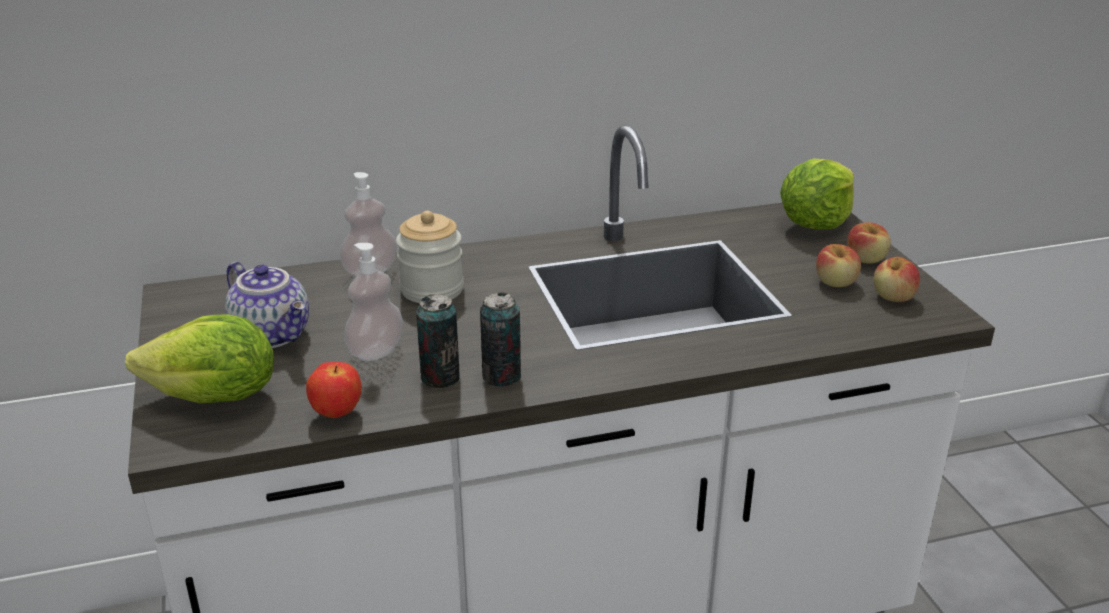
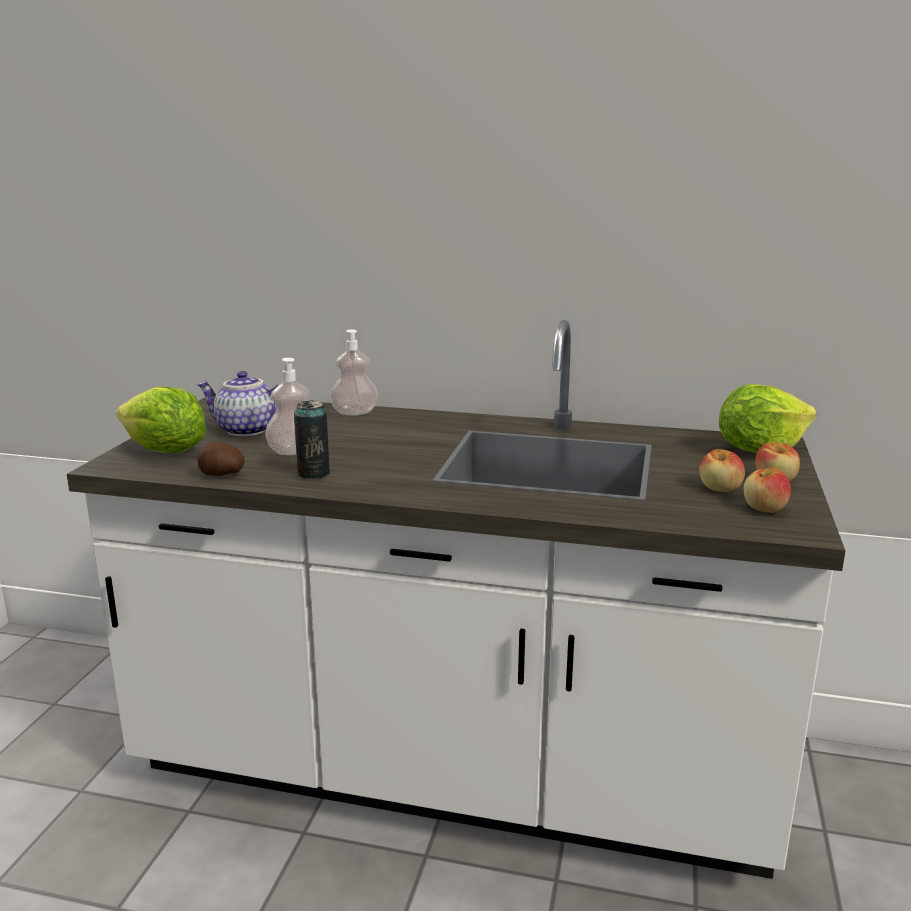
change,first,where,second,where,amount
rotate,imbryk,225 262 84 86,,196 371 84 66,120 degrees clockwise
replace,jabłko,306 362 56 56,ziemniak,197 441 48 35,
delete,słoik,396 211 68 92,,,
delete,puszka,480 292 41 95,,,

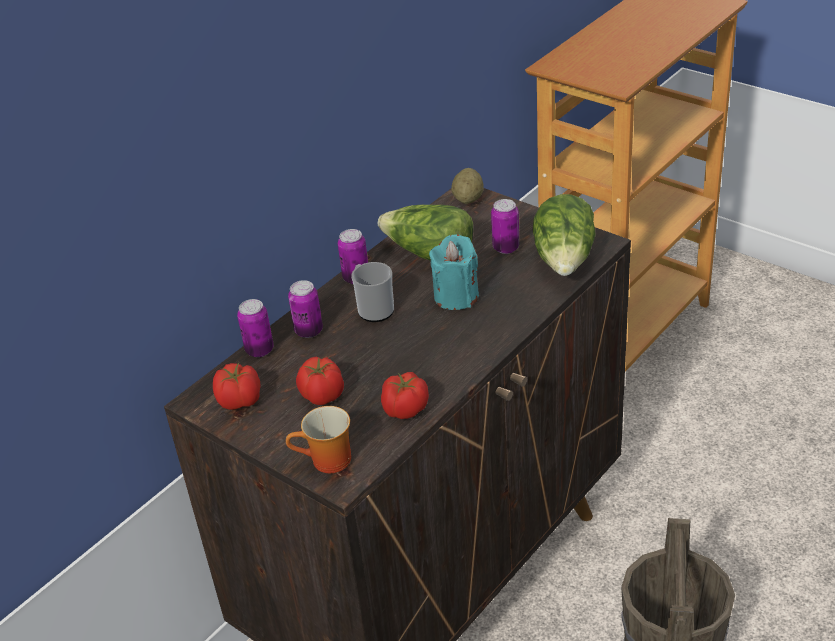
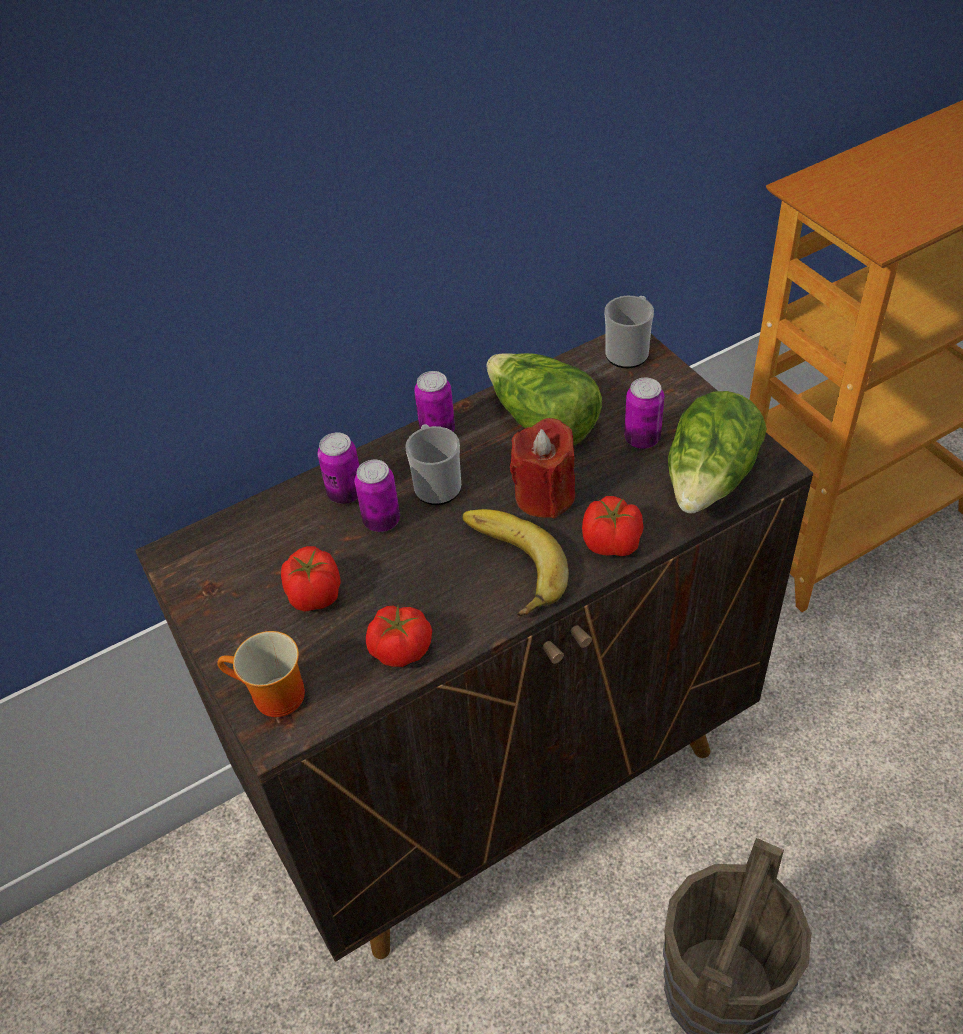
change,first,where,second,where,amount
move,pomidor,213 362 48 48,,582 496 62 60,
move,puszka,237 299 37 58,,354 460 46 72,
recolor,świeca/turkusowy,429 234 50 76,świeca/czerwony,510 418 65 101,
replace,ziemniak,451 168 33 36,kubek,604 296 50 72,
insert,,,banan,462 509 107 108,

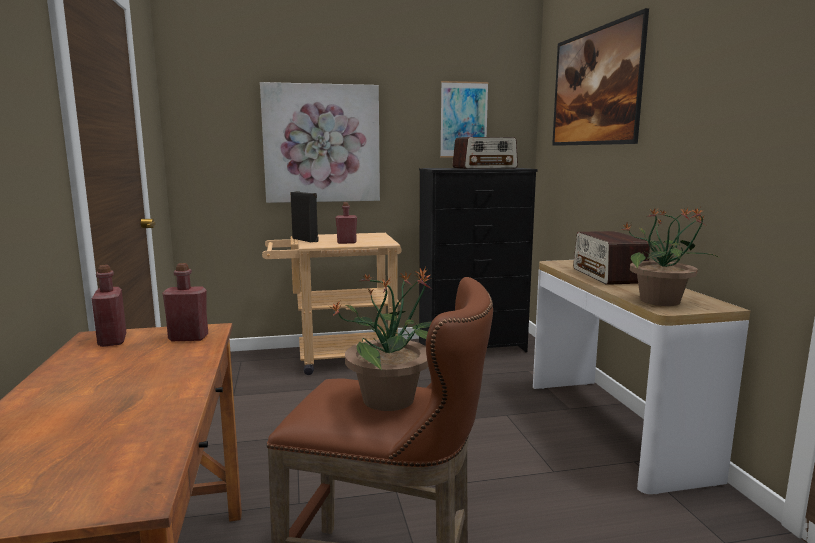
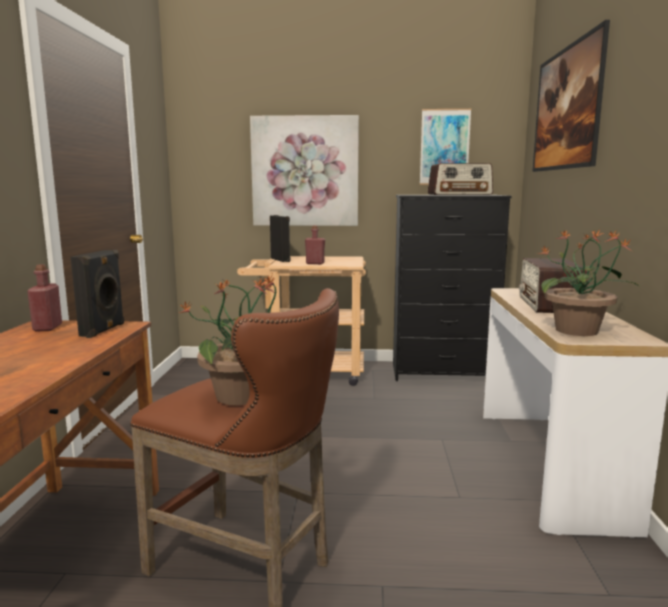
change,first,where,second,where,amount
replace,butelka/czerwony,162 263 46 78,głośnik/czarny,71 250 53 88,

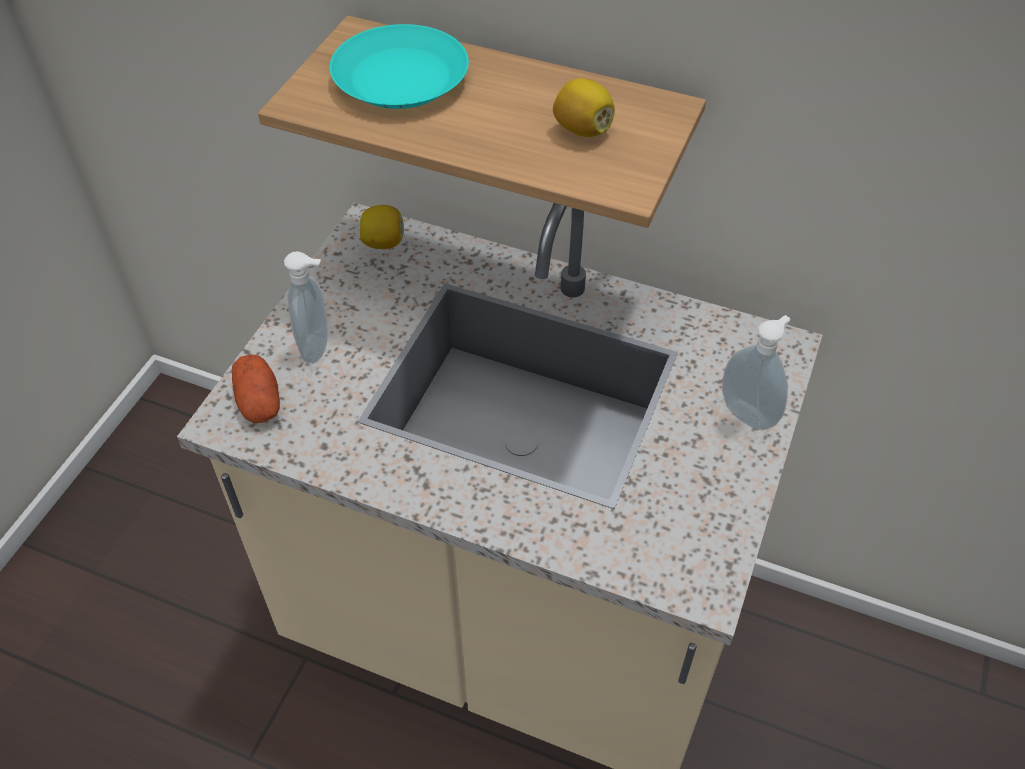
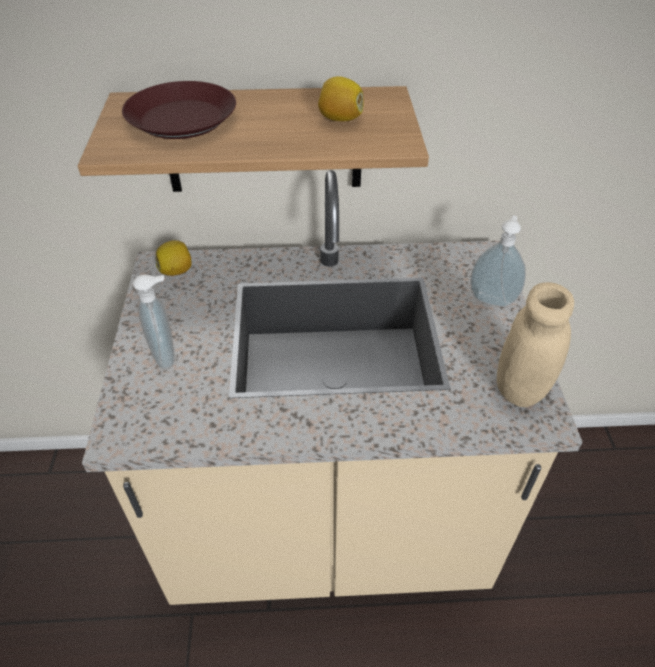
change,first,where,second,where,amount
delete,ziemniak,232 354 48 69,,,
recolor,talerz/turkusowy,330 24 139 85,talerz/brązowy,122 81 114 58,
insert,,,słoik/beżowy,497 282 77 125,

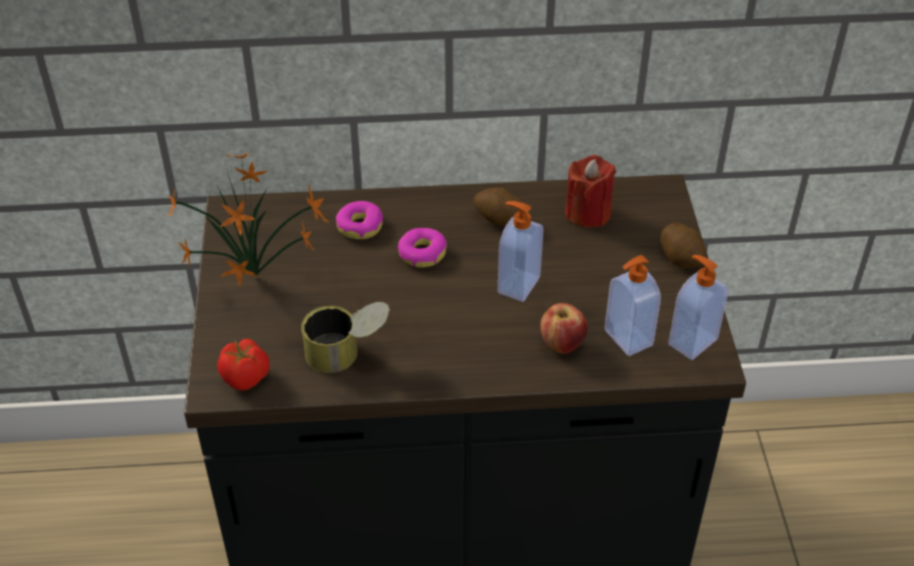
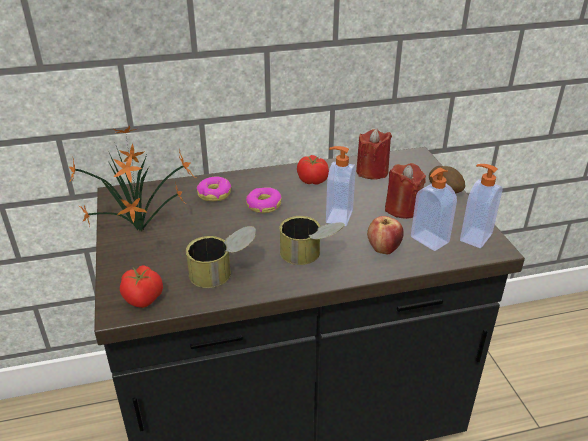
change,first,where,second,where,amount
replace,ziemniak,473 188 50 39,pomidor,297 155 32 30,
insert,,,puszka,279 216 66 49,
insert,,,świeca/czerwony,385 163 41 56,

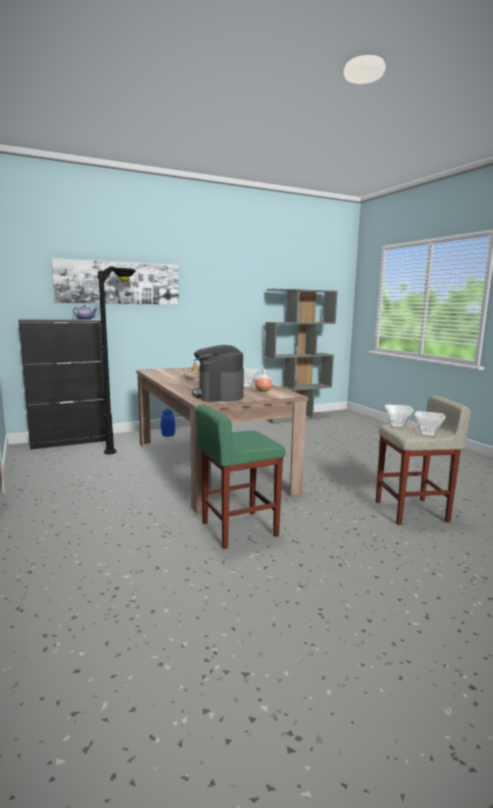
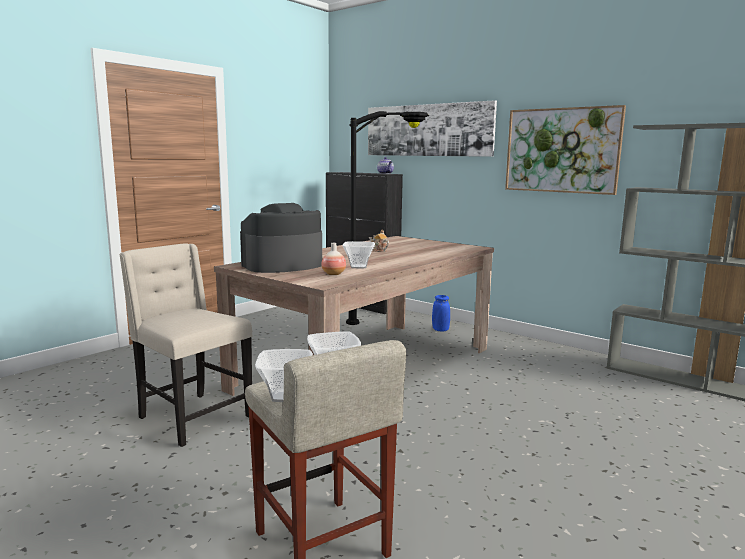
change,first,where,second,where,amount
replace,stołek/zielony,196 404 89 145,krzesło/beżowy,119 243 134 204,
insert,,,obraz,505 105 121 90,

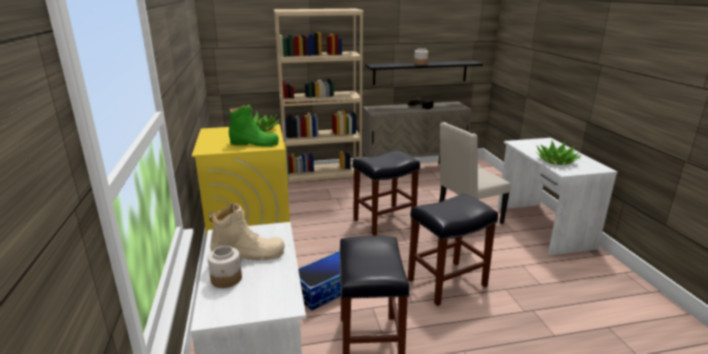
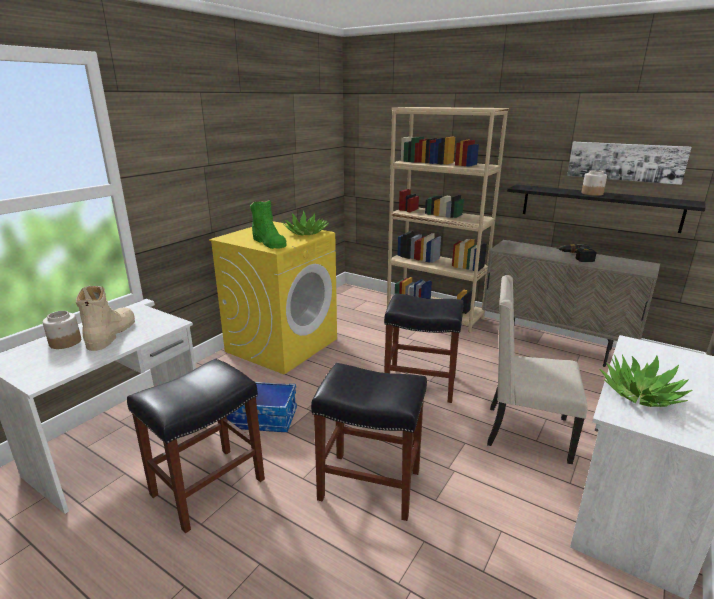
change,first,where,second,where,amount
rotate,but z cholewką/beżowy,209 204 76 58,,76 286 59 65,120 degrees counterclockwise
insert,,,obraz,567 142 124 43,

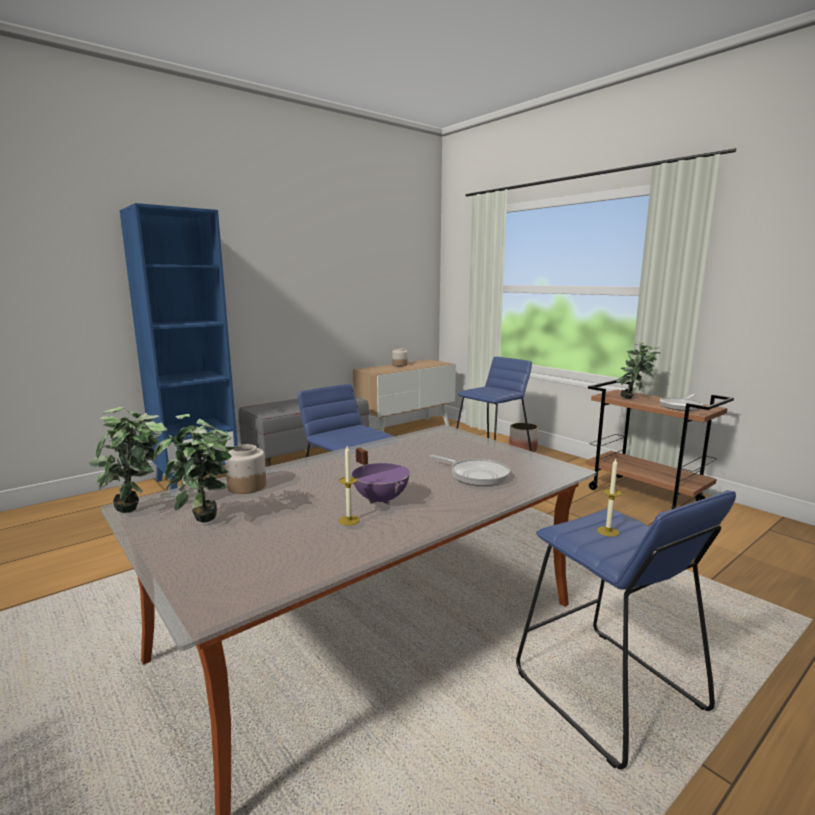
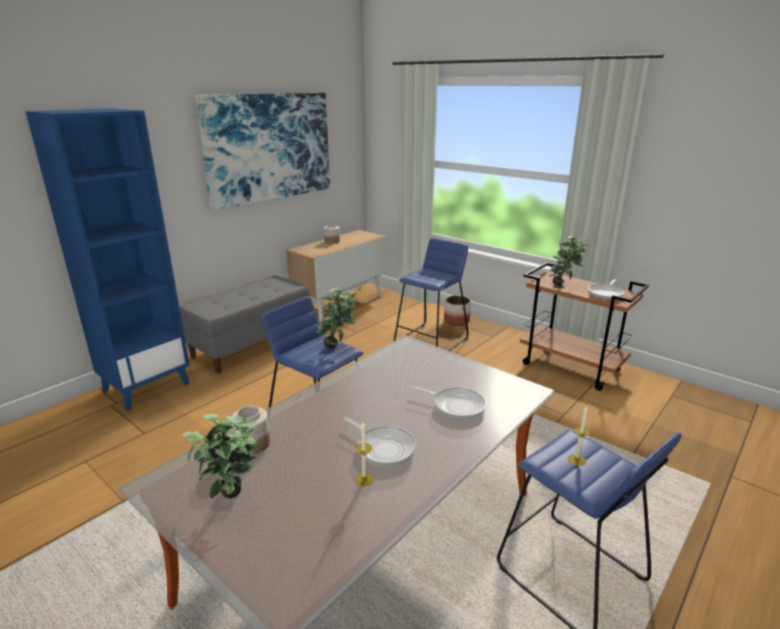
change,first,where,second,where,amount
move,roślina doniczkowa,88 407 74 106,,316 288 42 60,
replace,garnek/fioletowy,352 448 58 57,patelnia,344 417 72 51,
insert,,,obraz,194 93 136 117,

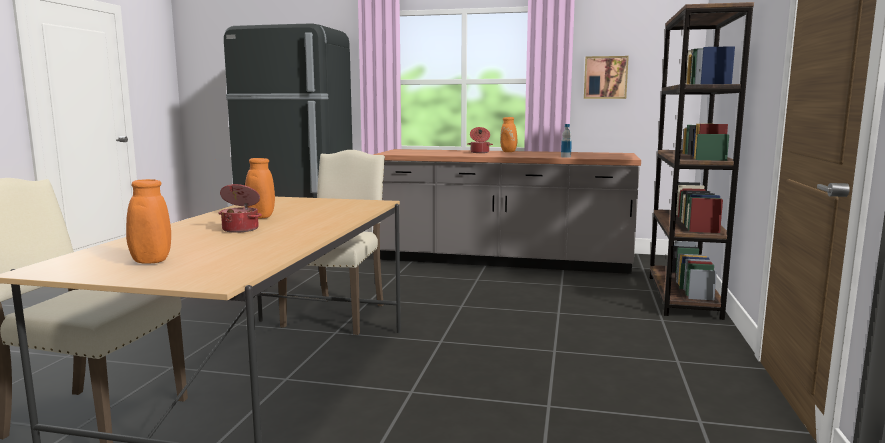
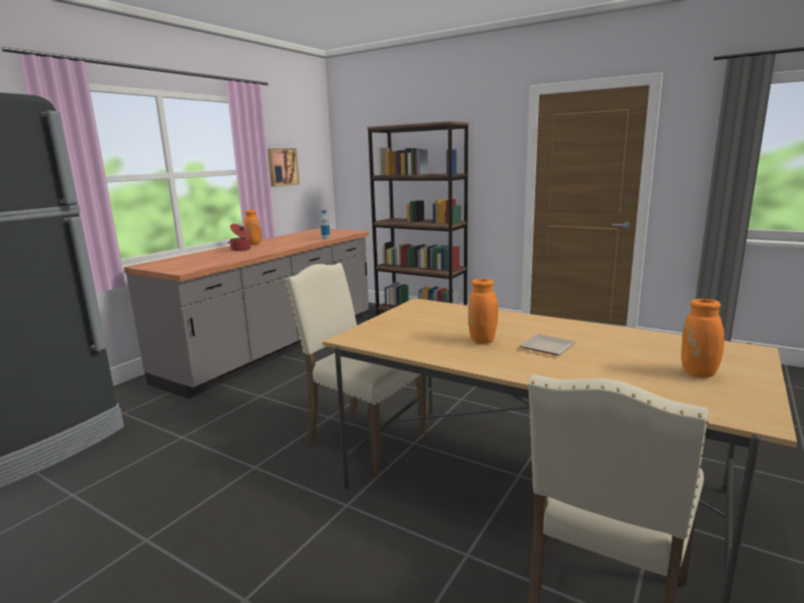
change,first,where,second,where,amount
replace,garnek,218 184 44 49,talerz,519 334 57 21,

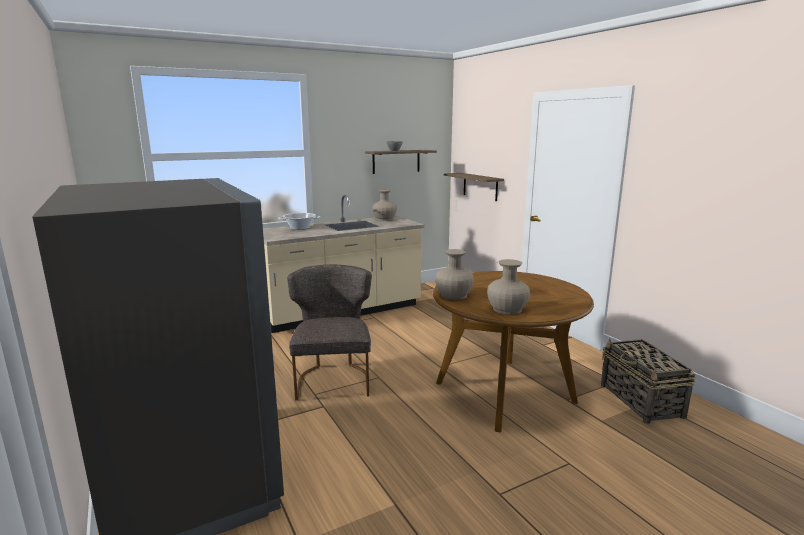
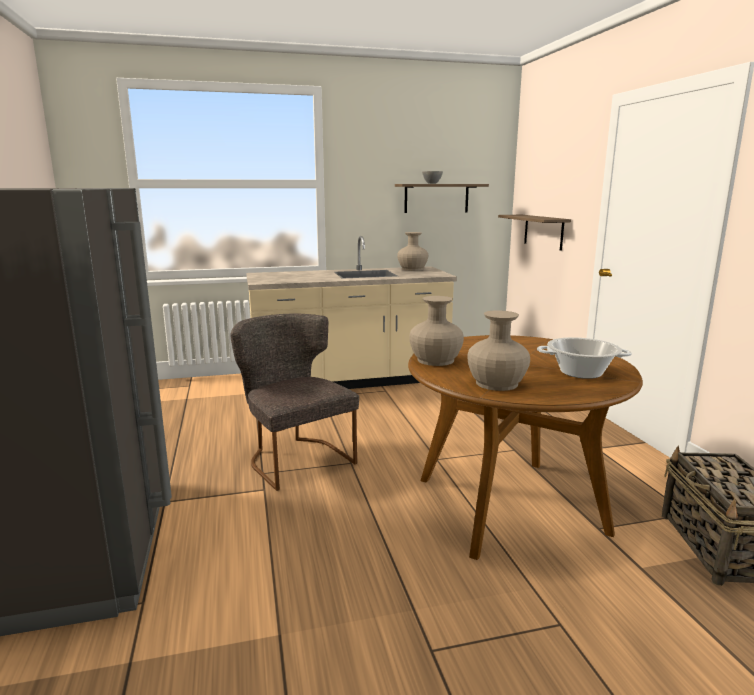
change,first,where,second,where,amount
move,garnek,278 213 43 17,,537 337 95 42,
rotate,krzesło/szary,287 264 85 136,,231 314 128 177,45 degrees counterclockwise

